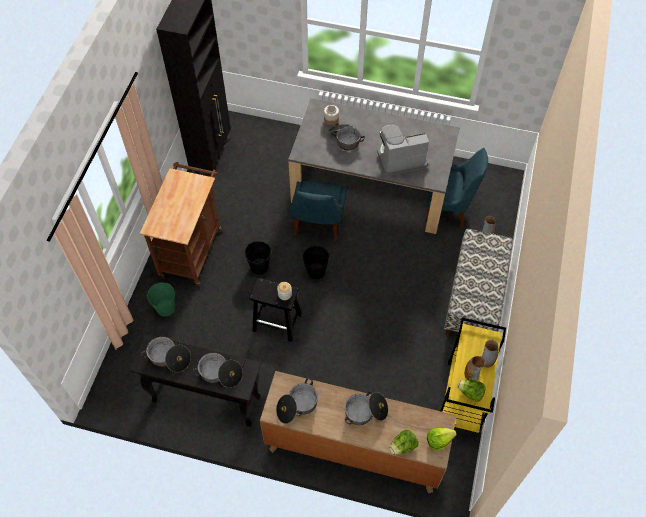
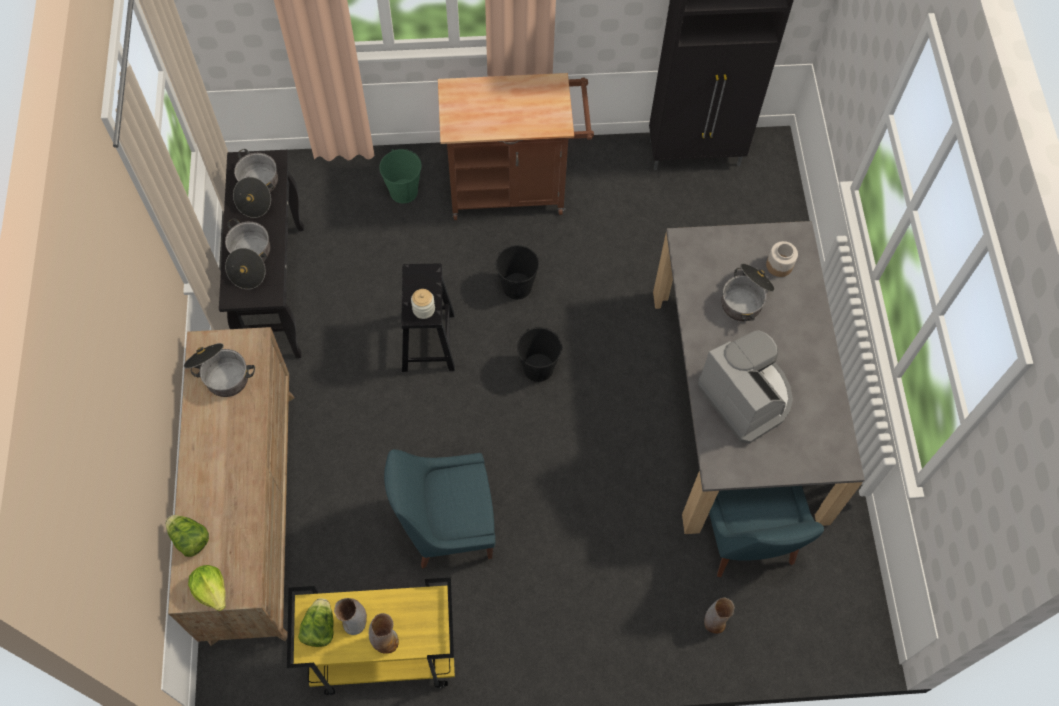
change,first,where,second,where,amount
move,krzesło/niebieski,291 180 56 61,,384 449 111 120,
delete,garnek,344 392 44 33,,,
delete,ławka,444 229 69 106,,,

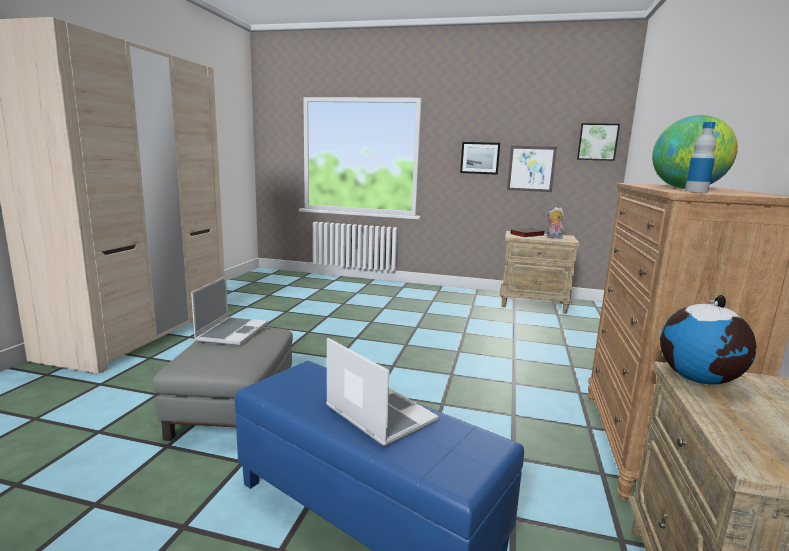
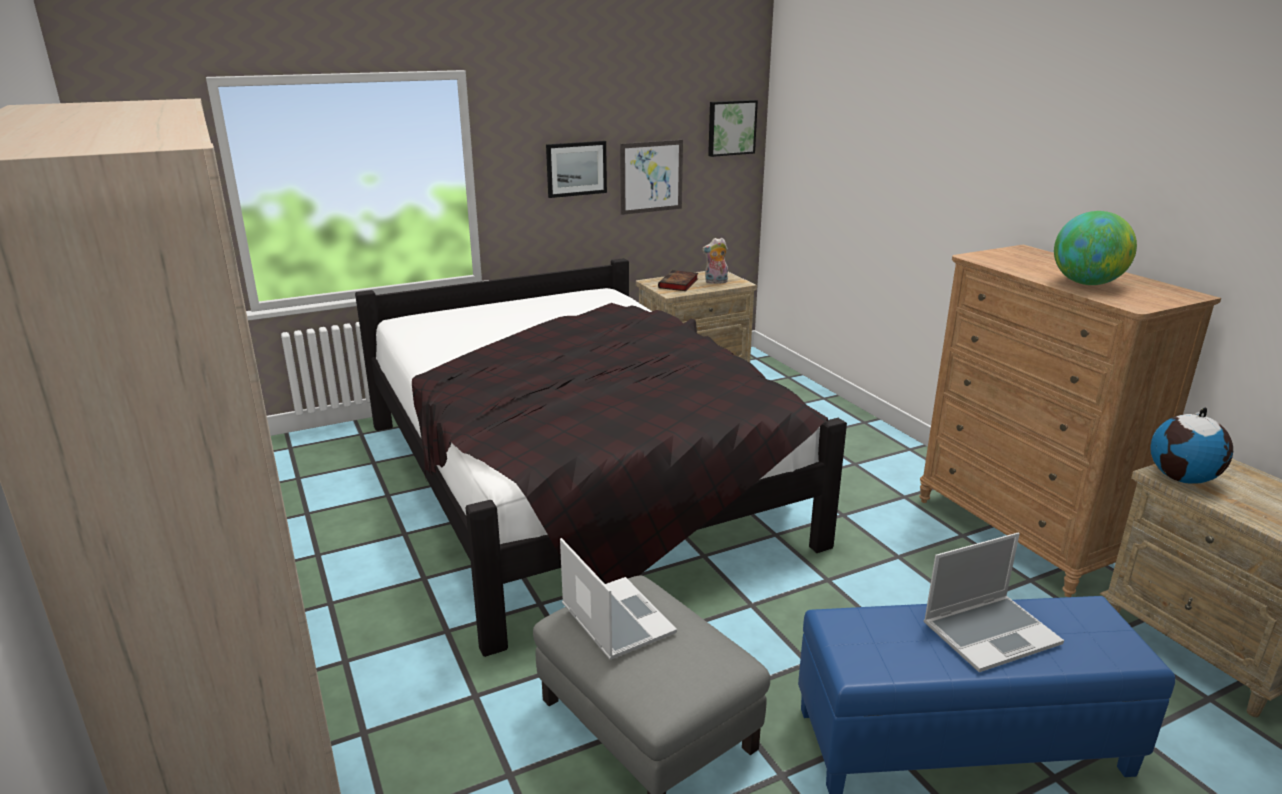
change,first,where,second,where,amount
rotate,laptop,326 338 113 108,,924 533 140 139,150 degrees clockwise
delete,butelka,685 122 31 71,,,
insert,,,łóżko/czarny,355 258 492 399,

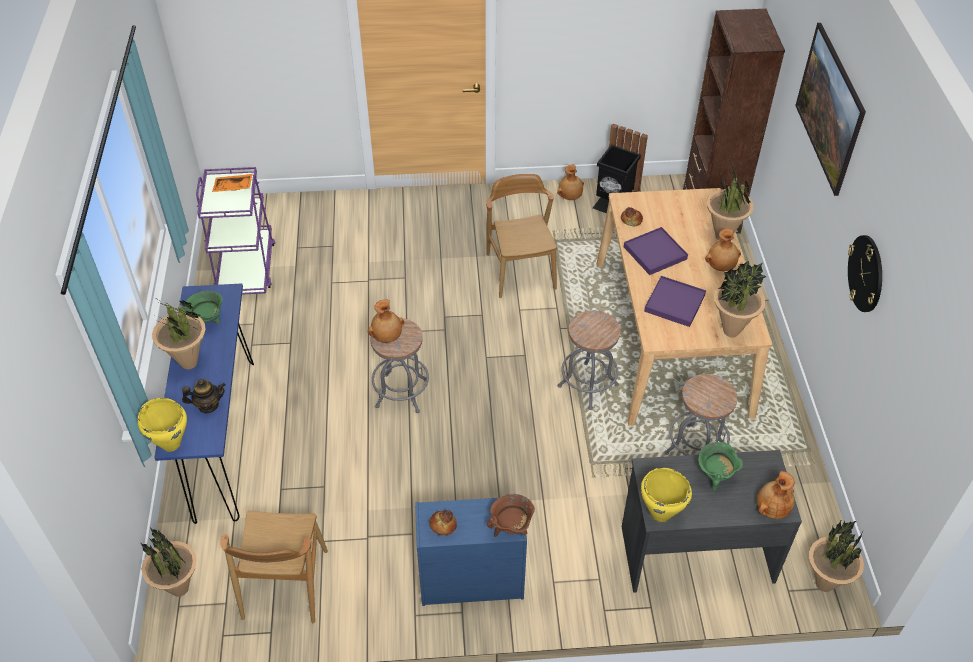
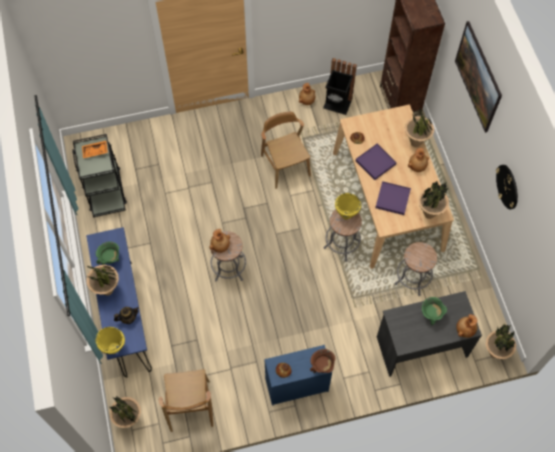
change,first,where,second,where,amount
recolor,wózek/fioletowy,196 167 79 128,wózek/czarny,72 134 55 83,
move,garnek/żółty,641 468 51 54,,335 193 26 26,

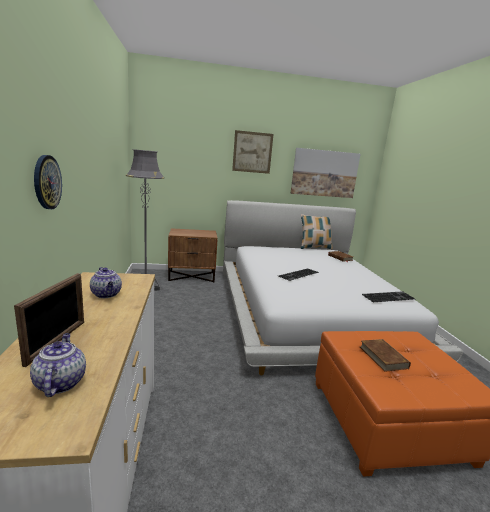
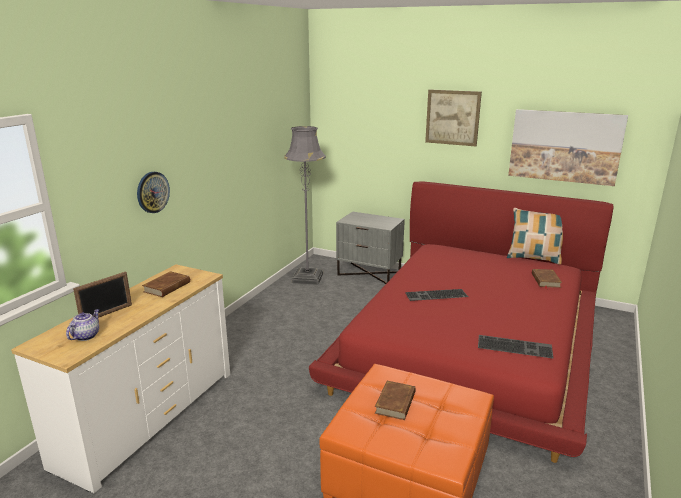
change,first,where,second,where,amount
replace,imbryk,90 267 32 31,książka/brązowy,142 271 48 26,
recolor,szafka nocna/brązowy,168 228 50 54,szafka nocna/szary,336 212 69 72,
recolor,łóżko/biały,223 200 240 175,łóżko/czerwony,309 182 305 281,

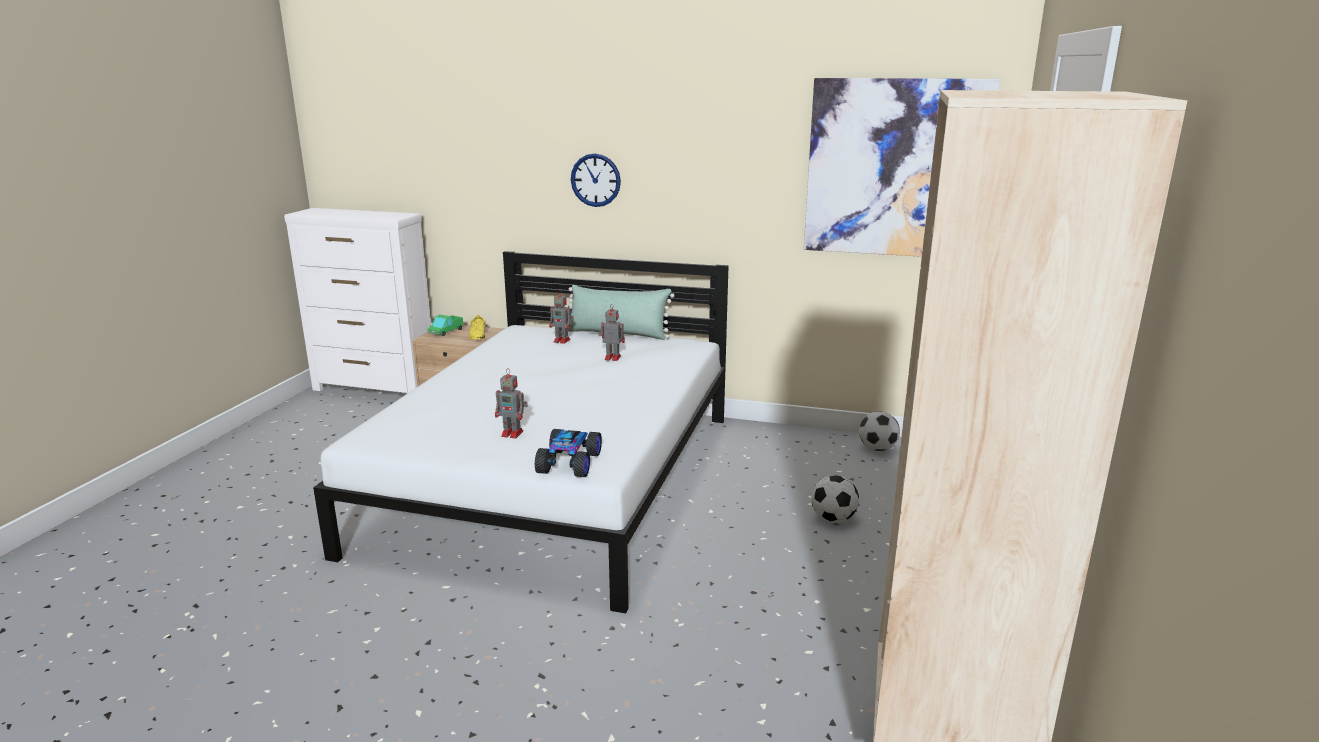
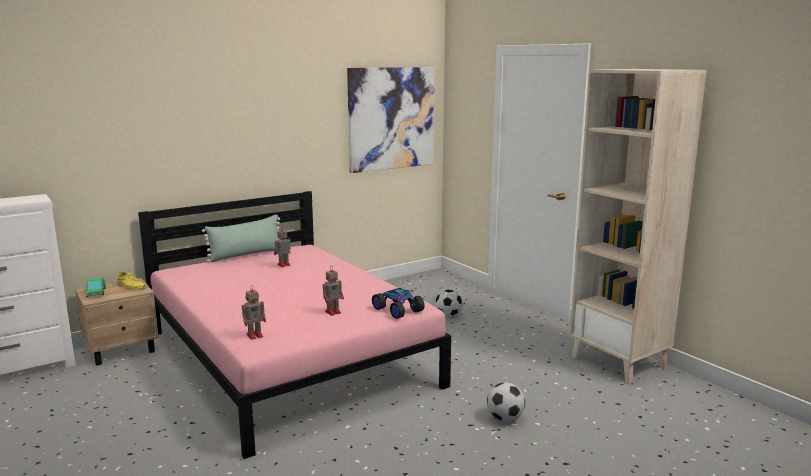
change,first,where,second,where,amount
recolor,łóżko/biały,313 251 416 362,łóżko/różowy,138 191 313 268,
move,robot zabawkowy,549 290 25 54,,242 285 24 55,
delete,zegar ścienny,571 154 50 53,,,
move,piłka futbolowa,859 411 41 40,,487 382 38 40,

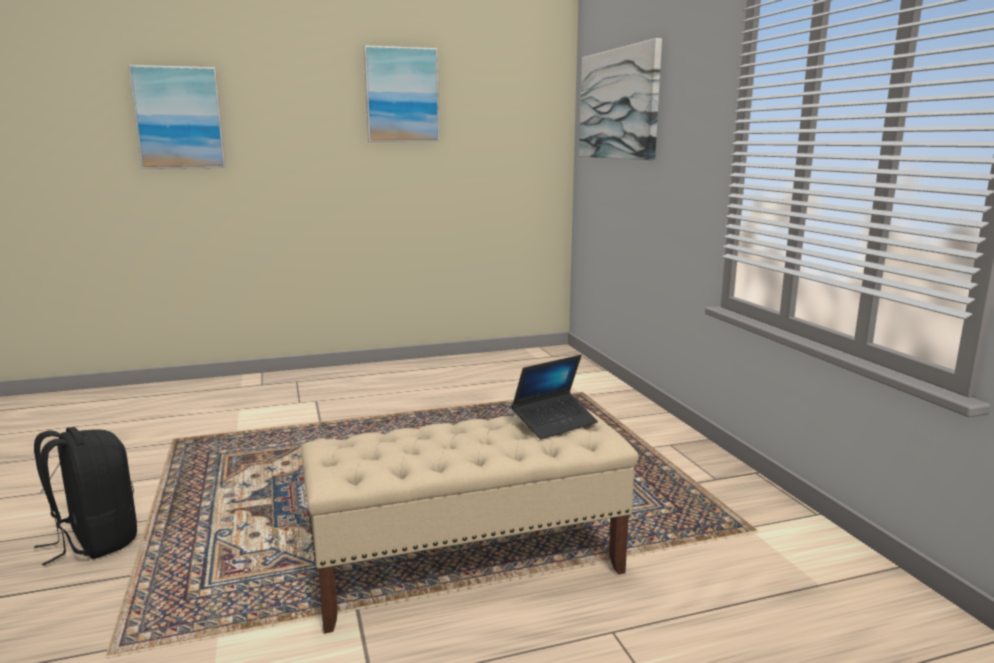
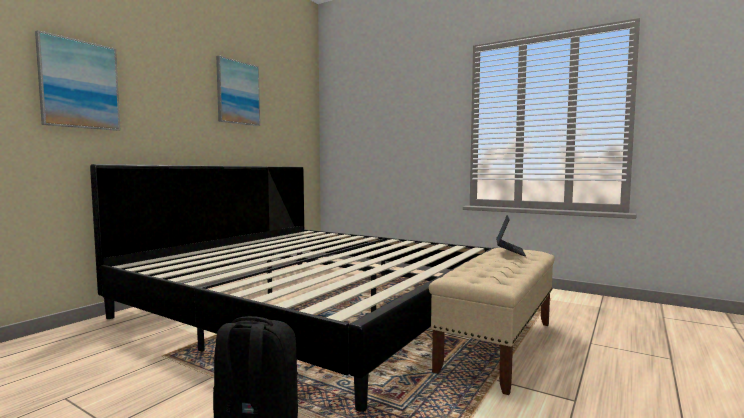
change,first,where,second,where,amount
delete,obraz,579 38 83 122,,,
insert,,,łóżko,90 164 404 248,

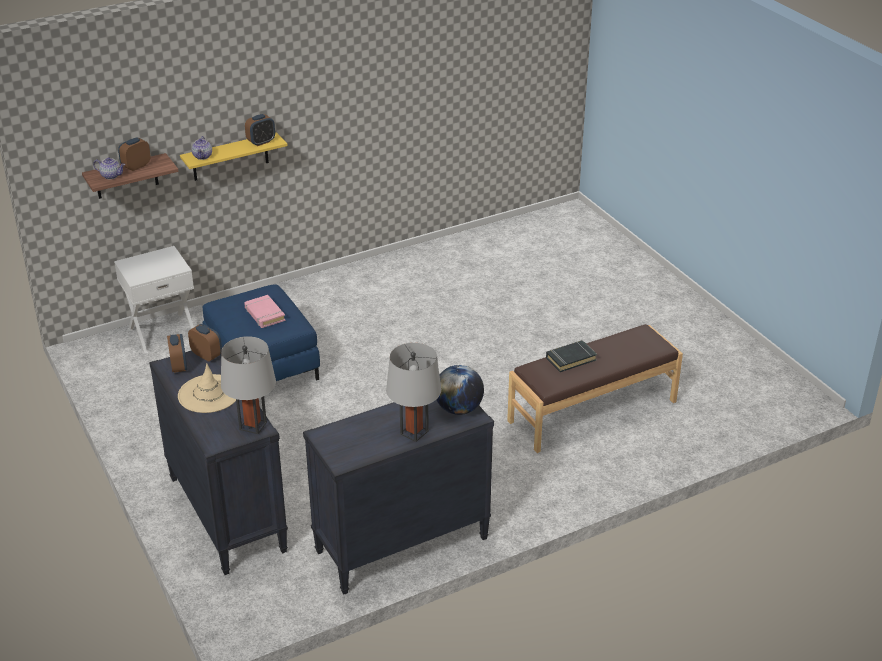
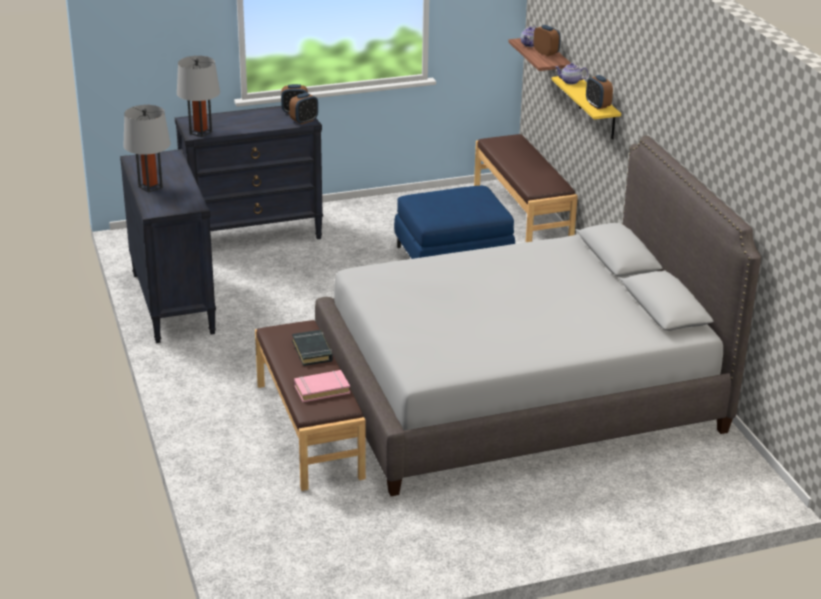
change,first,where,second,where,amount
replace,szafka nocna/biały,114 246 80 107,ławka/brązowy,474 134 104 108,
delete,kapelusz/beżowy,178 364 58 49,,,
move,książka/różowy,244 295 41 33,,294 370 56 32,
delete,globus,436 365 48 50,,,
insert,,,łóżko/szary,315 135 446 361,

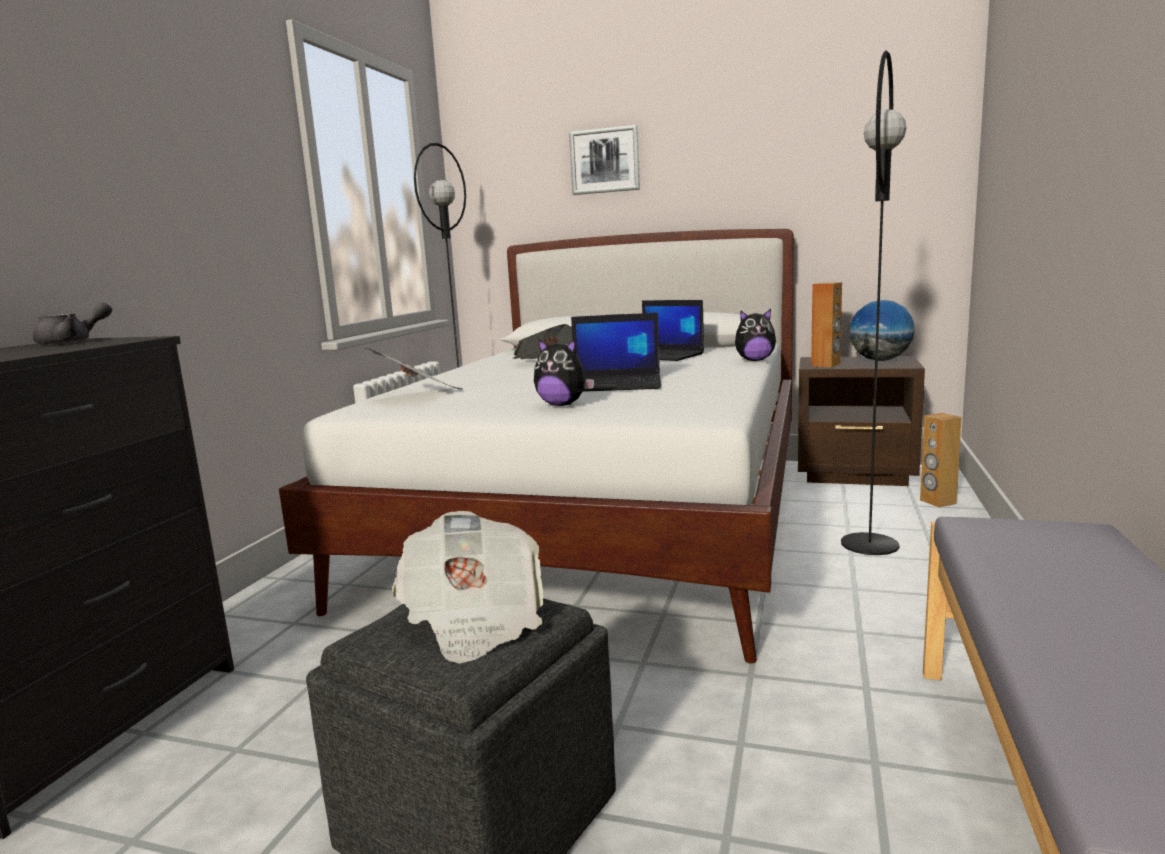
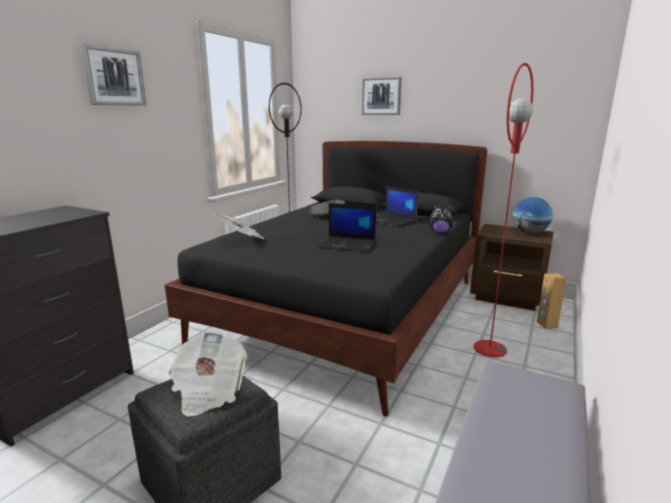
change,first,where,second,where,amount
delete,imbryk/szary,33 302 79 43,,,
recolor,łóżko/biały,279 229 515 434,łóżko/czarny,164 141 323 275,
delete,pluszak,534 339 60 67,,,
delete,głośnik/brązowy,811 282 31 86,,,
recolor,lampa stojąca/czarny,841 50 65 505,lampa stojąca/czerwony,473 63 60 295,
insert,,,obraz,81 44 65 62,

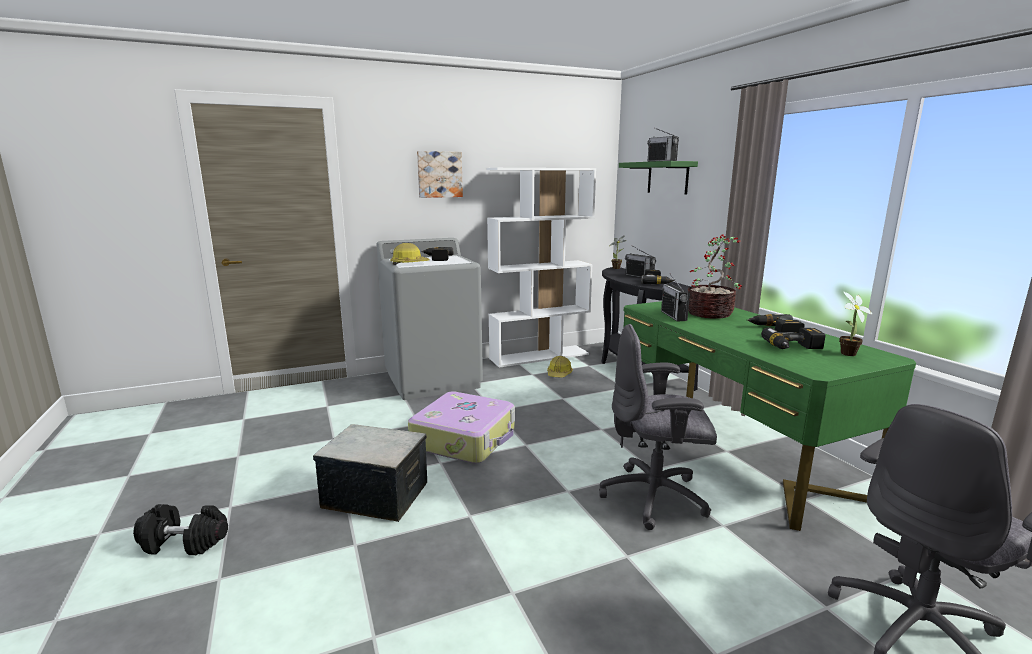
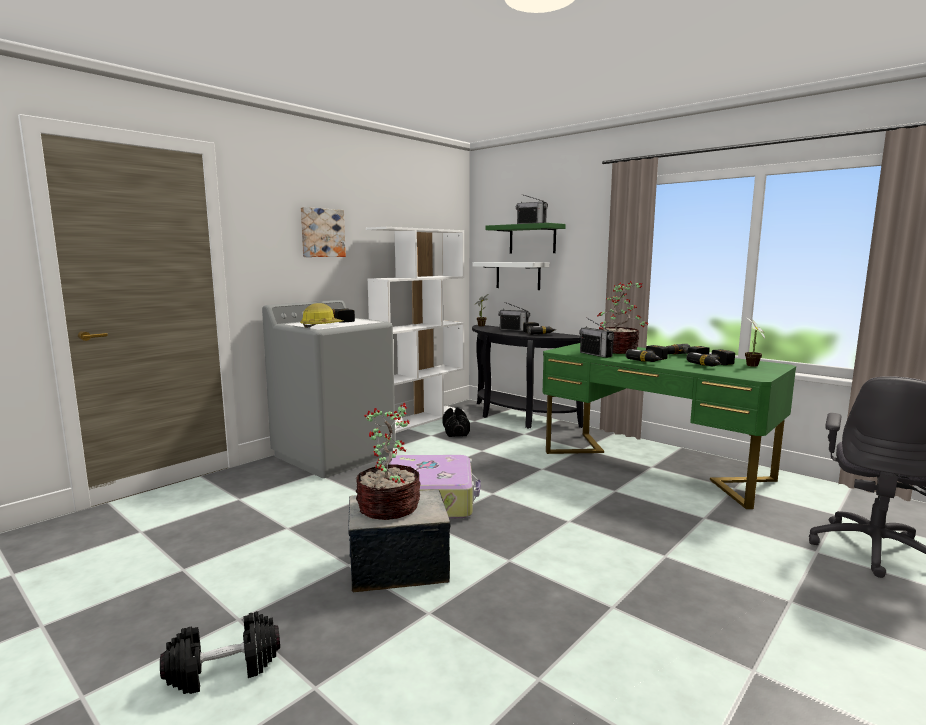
change,first,where,second,where,amount
replace,kask,547 356 26 22,hantel/czarny,443 408 27 29,
delete,krzesło biurowe/szary,599 324 118 206,,,
insert,,,roślina doniczkowa,356 402 65 118,
insert,,,półka/biały,473 262 76 28,
insert,,,wiertarka,626 345 42 17,

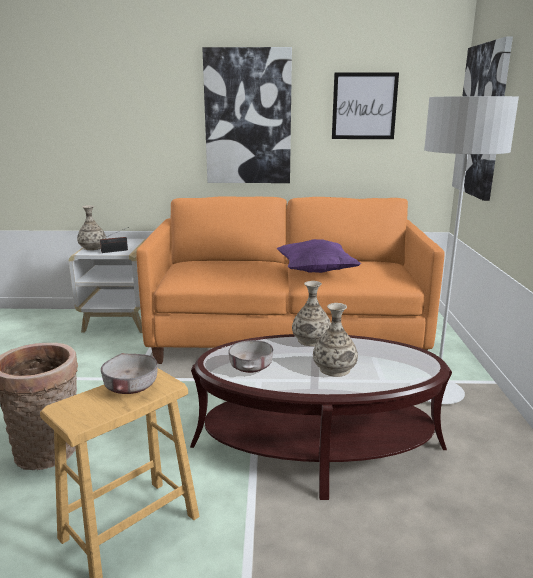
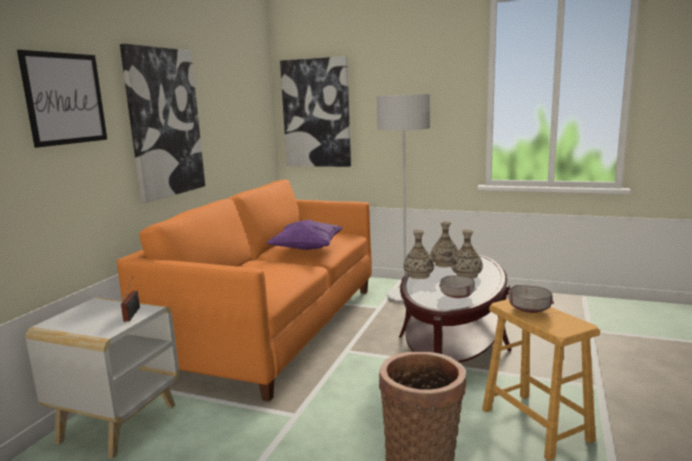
change,first,where,second,where,amount
move,wazon,77 205 29 45,,430 221 29 46,
move,obraz,332 72 67 67,,17 50 90 98,

